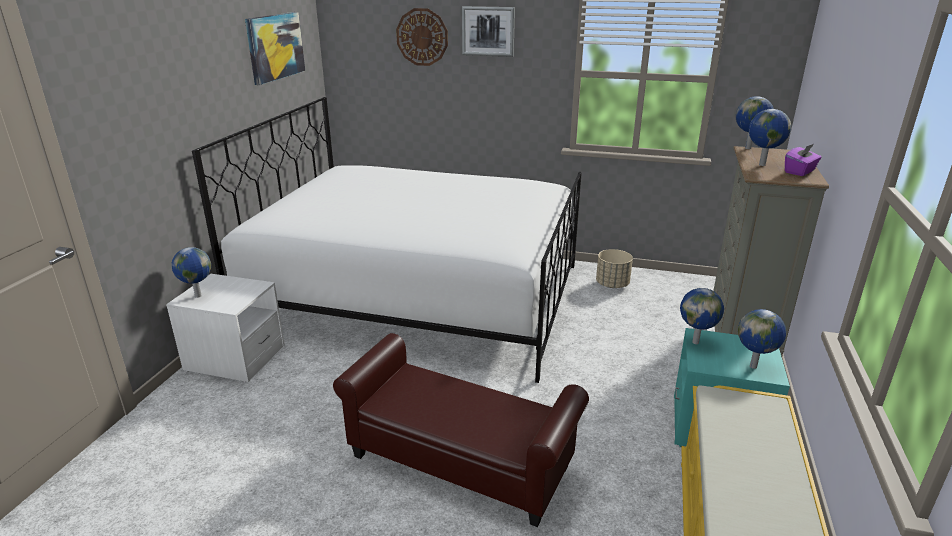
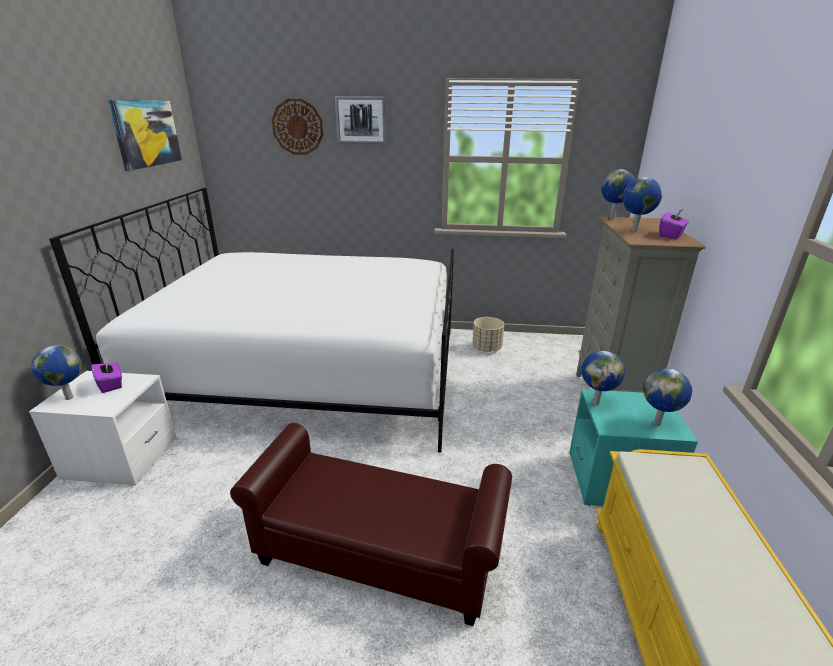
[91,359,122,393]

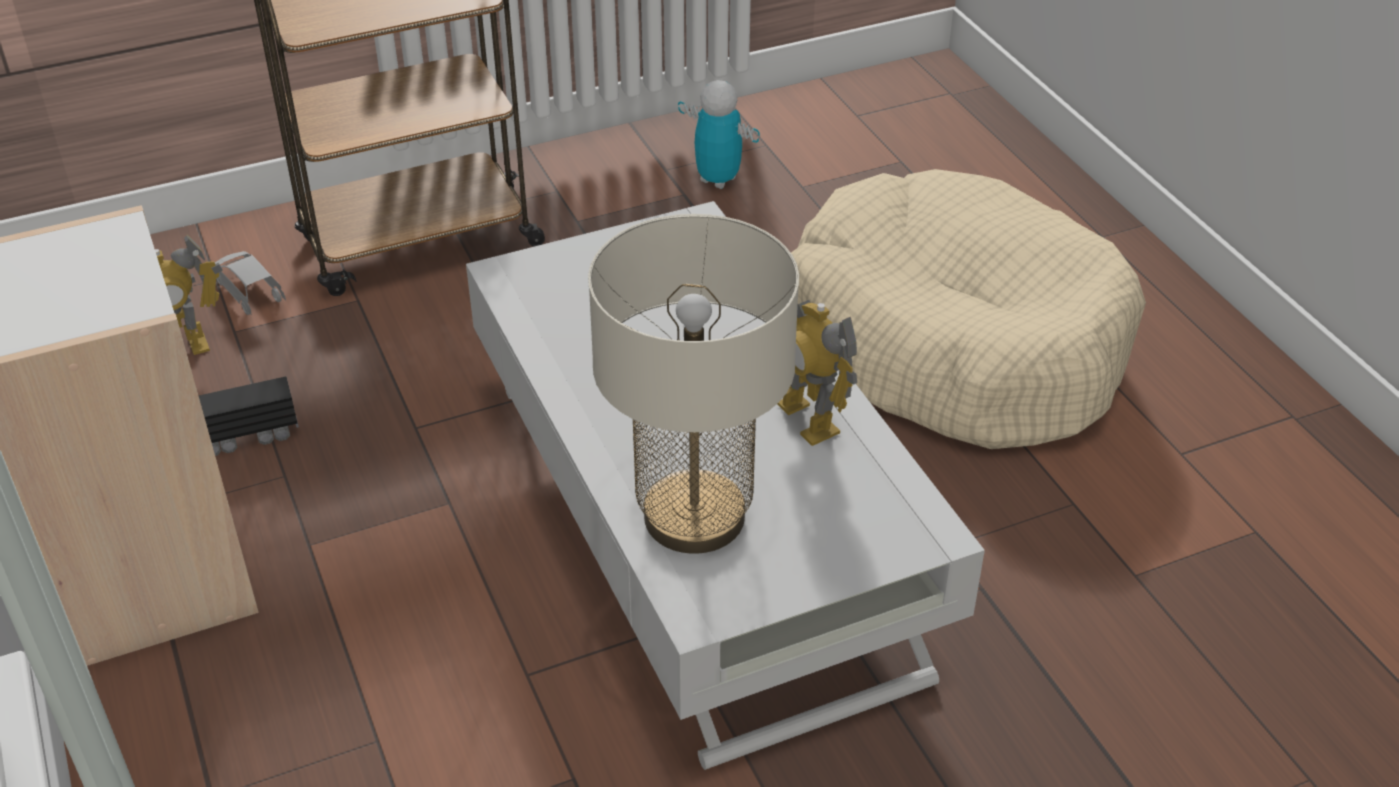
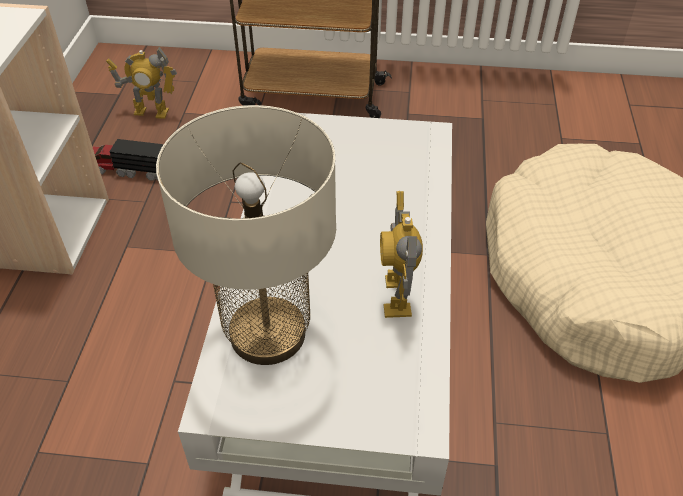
[215,251,286,315] (first image)
[678,80,760,189] (first image)

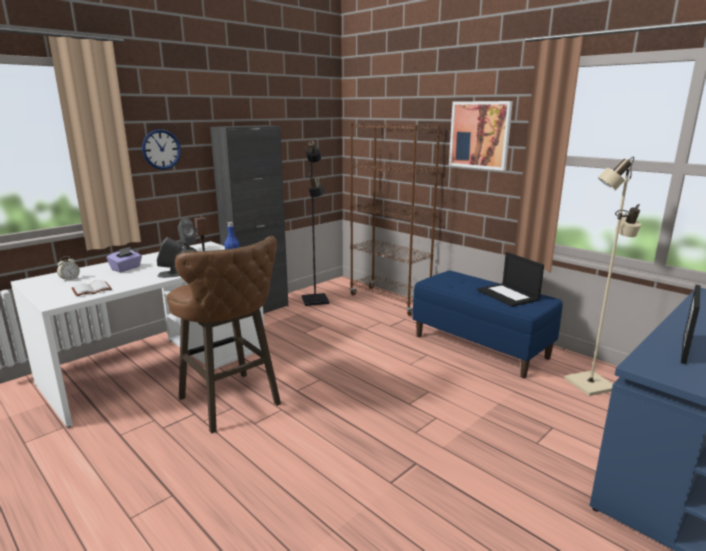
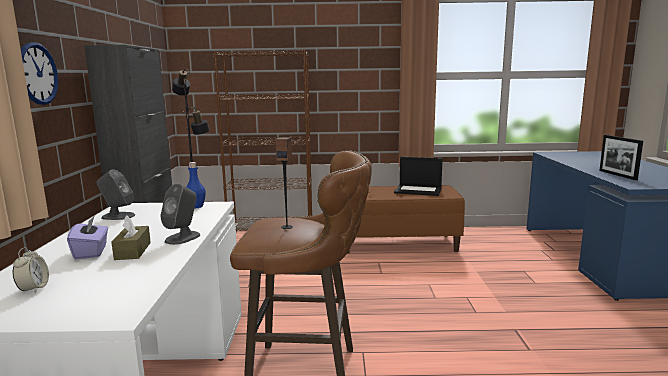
[111,215,151,260]
[347,185,465,254]
[72,280,112,296] (first image)
[449,101,513,171] (first image)
[565,157,641,396] (first image)

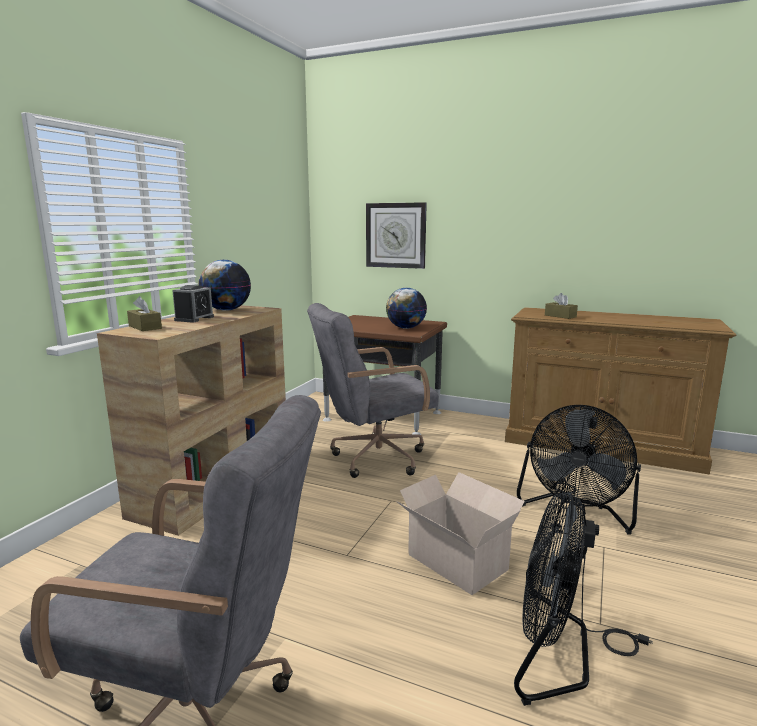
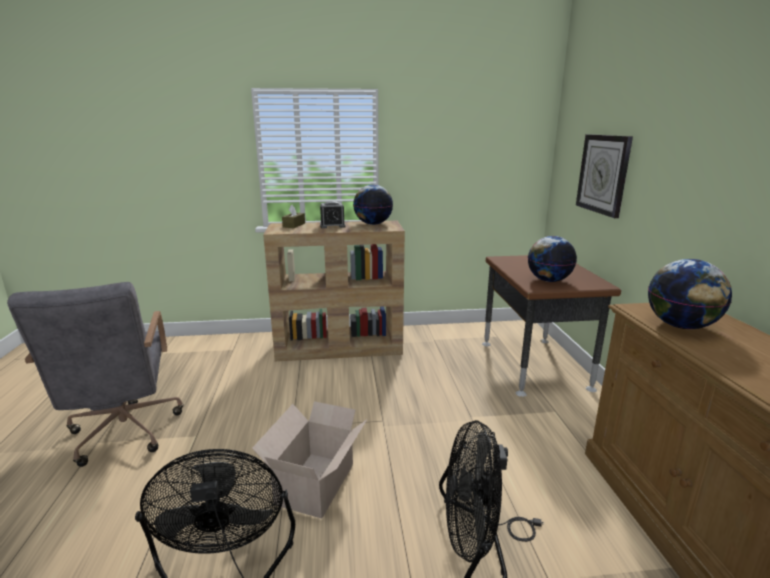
[648,259,732,329]
[307,303,439,478] (first image)

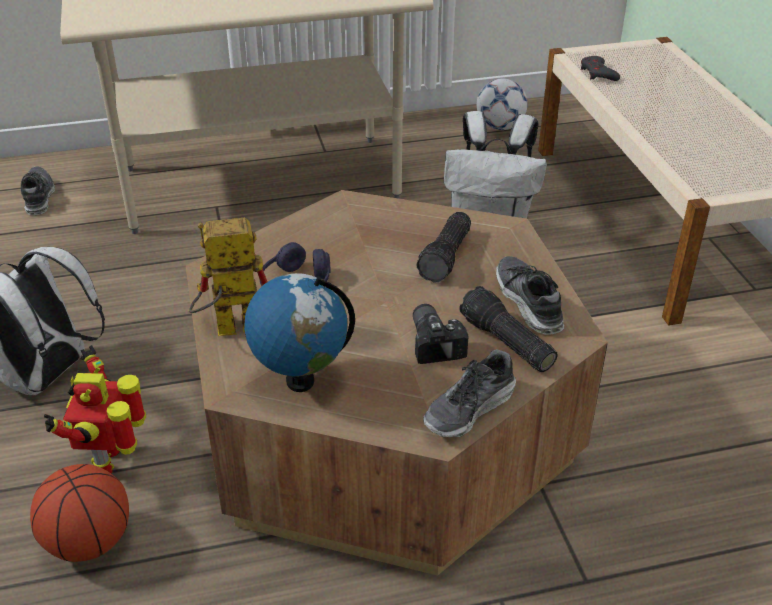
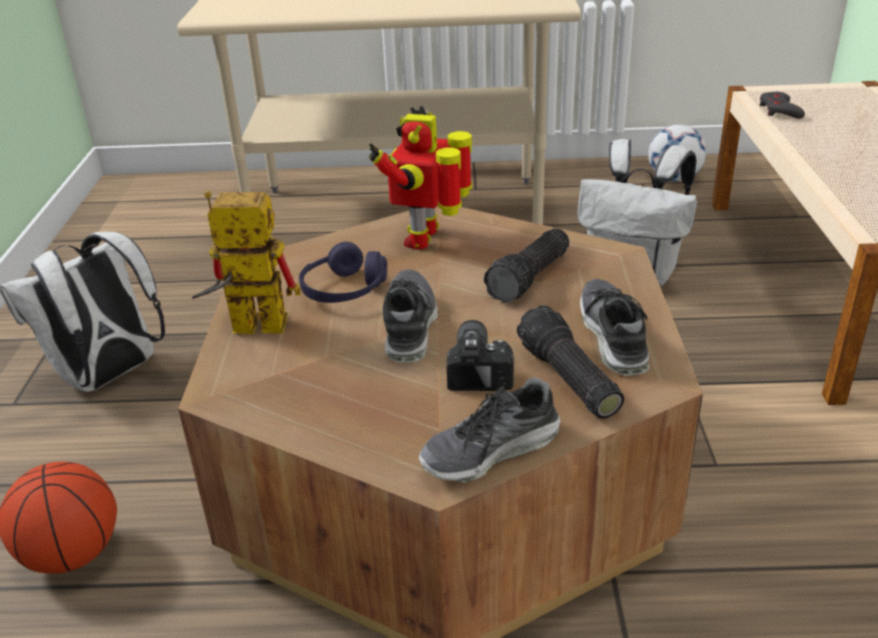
[369,106,472,250]
[383,269,438,363]
[244,273,355,392] (first image)

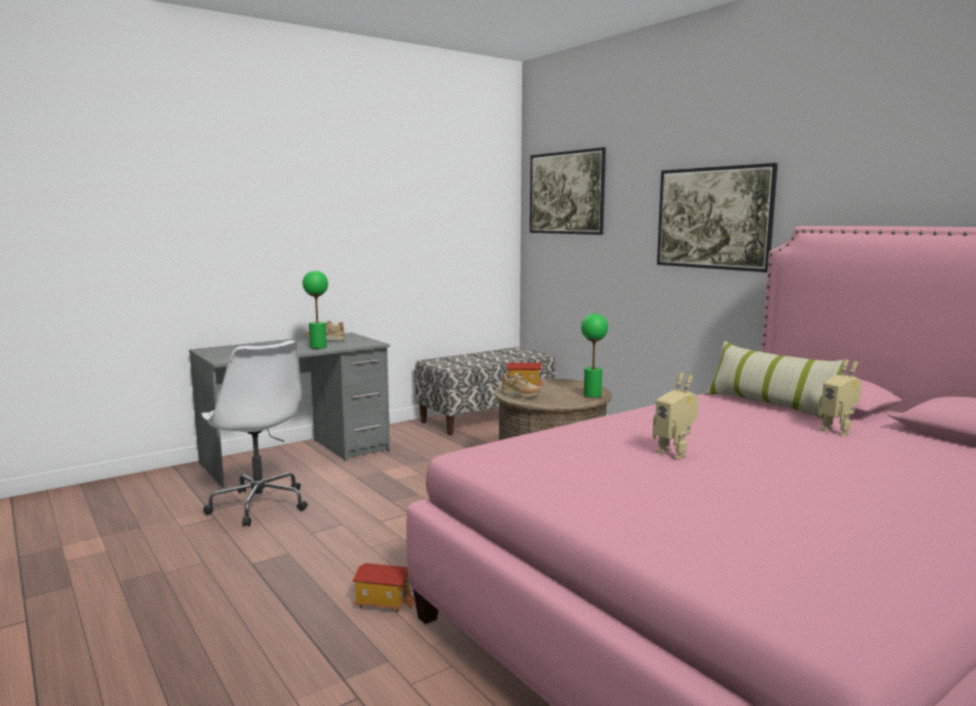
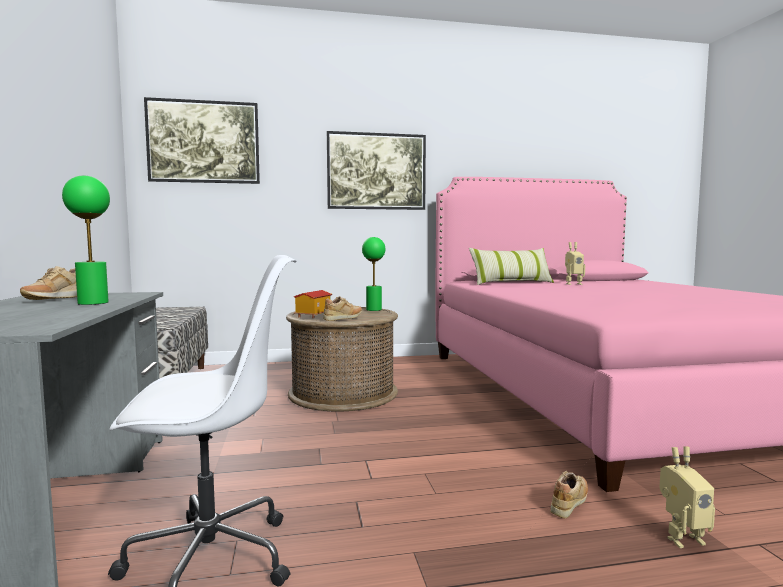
[550,471,588,518]
[659,446,715,548]

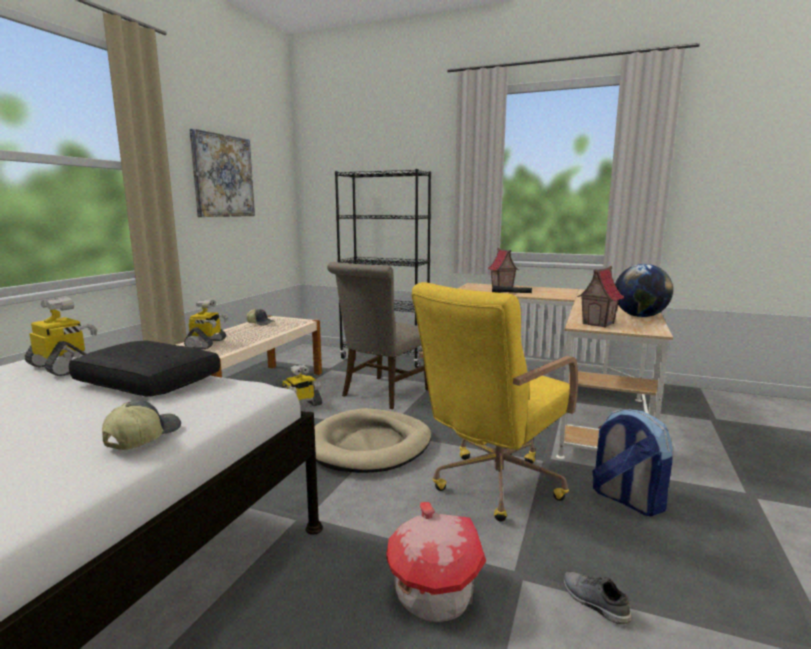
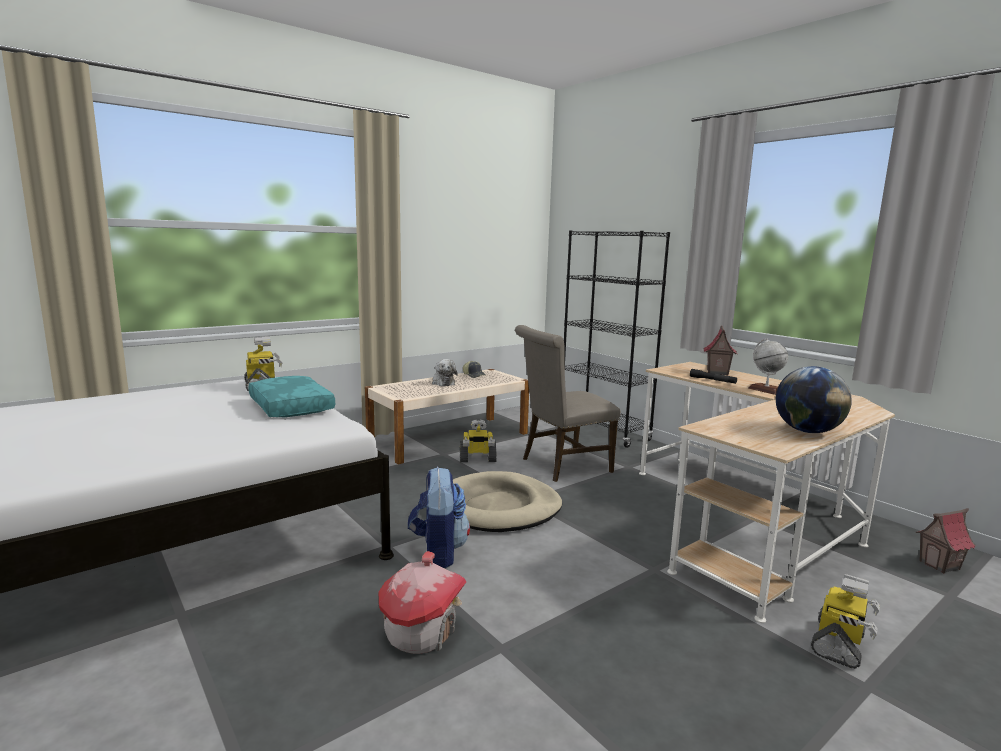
[248,376,335,417]
[408,467,470,568]
[432,359,458,386]
[748,339,788,395]
[811,574,880,669]
[916,508,977,573]
[102,400,181,450] (first image)
[189,129,255,217] (first image)
[412,282,578,522] (first image)
[563,572,632,624] (first image)

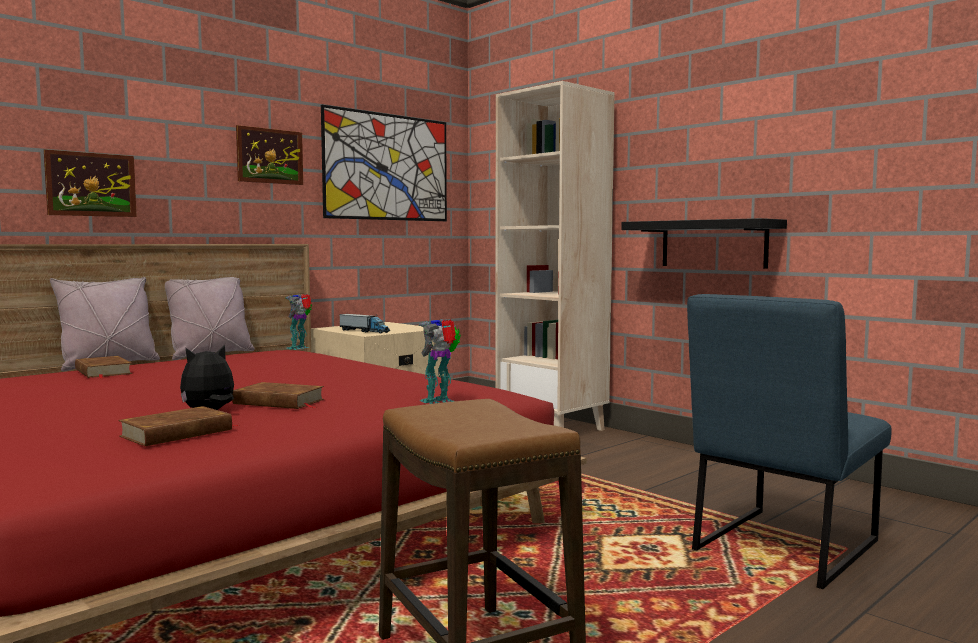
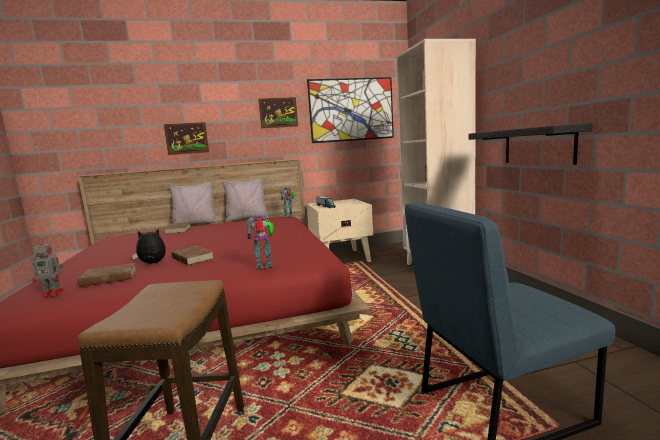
[32,239,64,297]

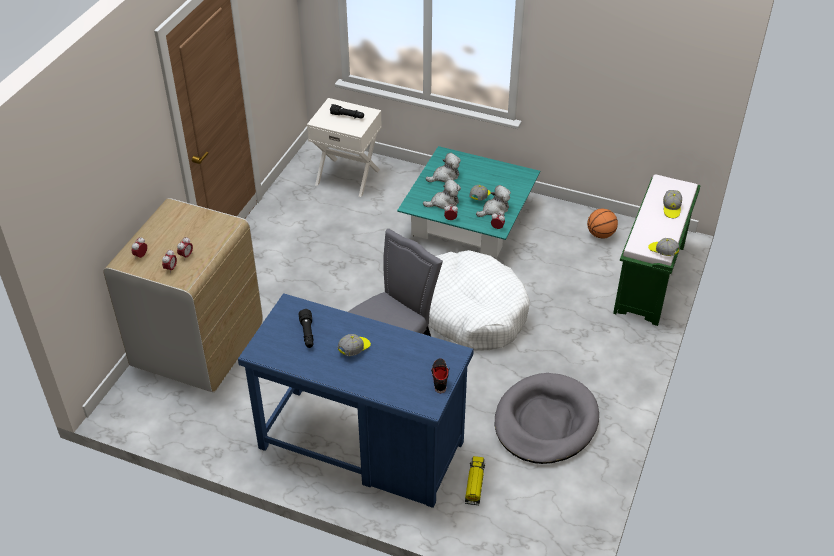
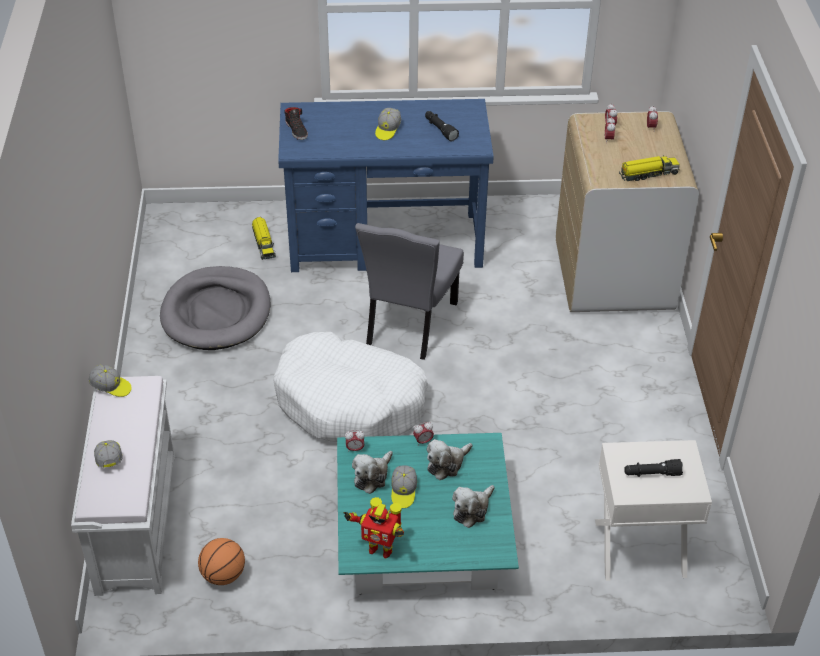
[71,376,175,596]
[343,497,404,558]
[619,155,680,181]

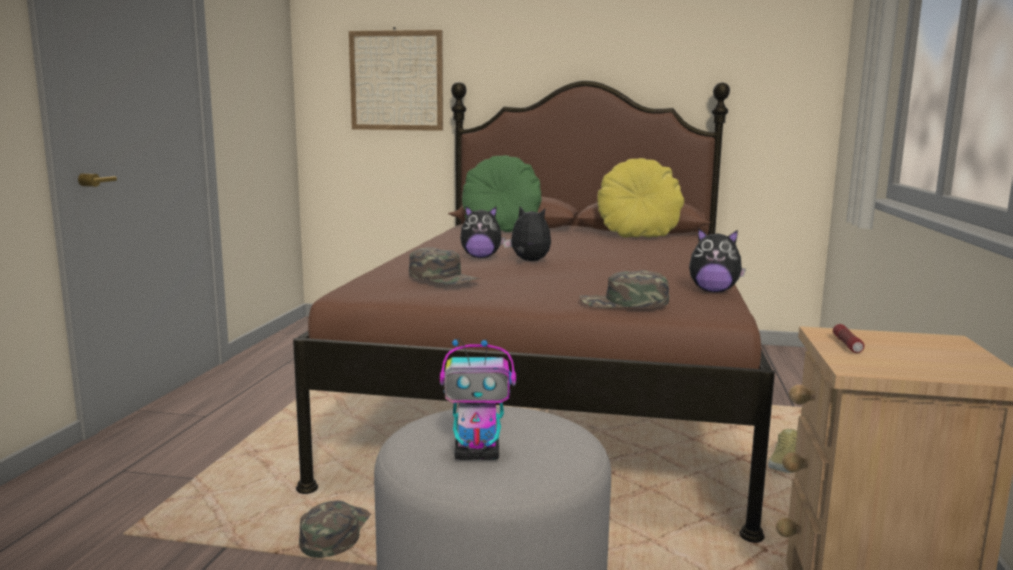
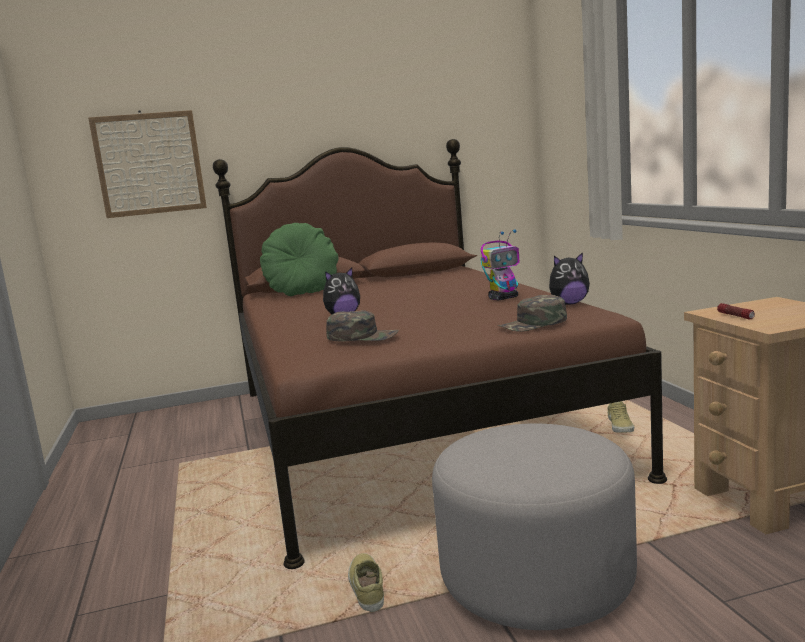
[348,553,384,612]
[481,229,519,301]
[504,206,551,261] (first image)
[597,158,684,238] (first image)

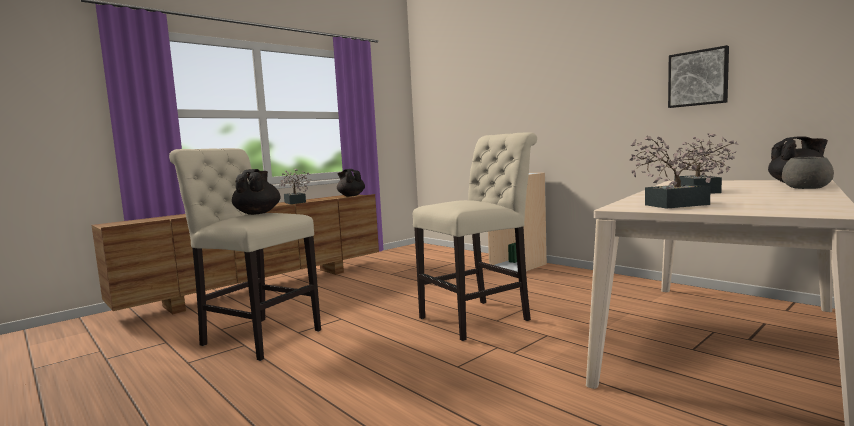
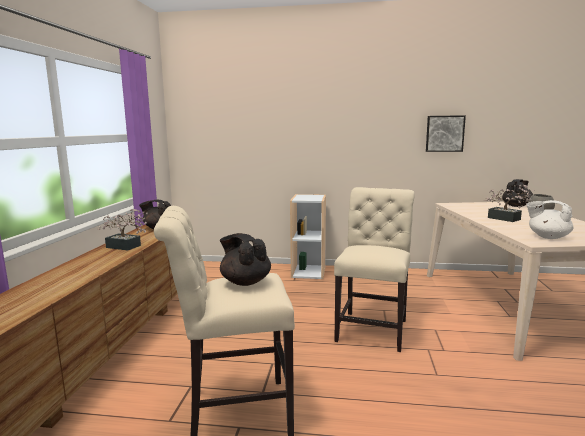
[334,187,415,352]
[526,200,573,239]

